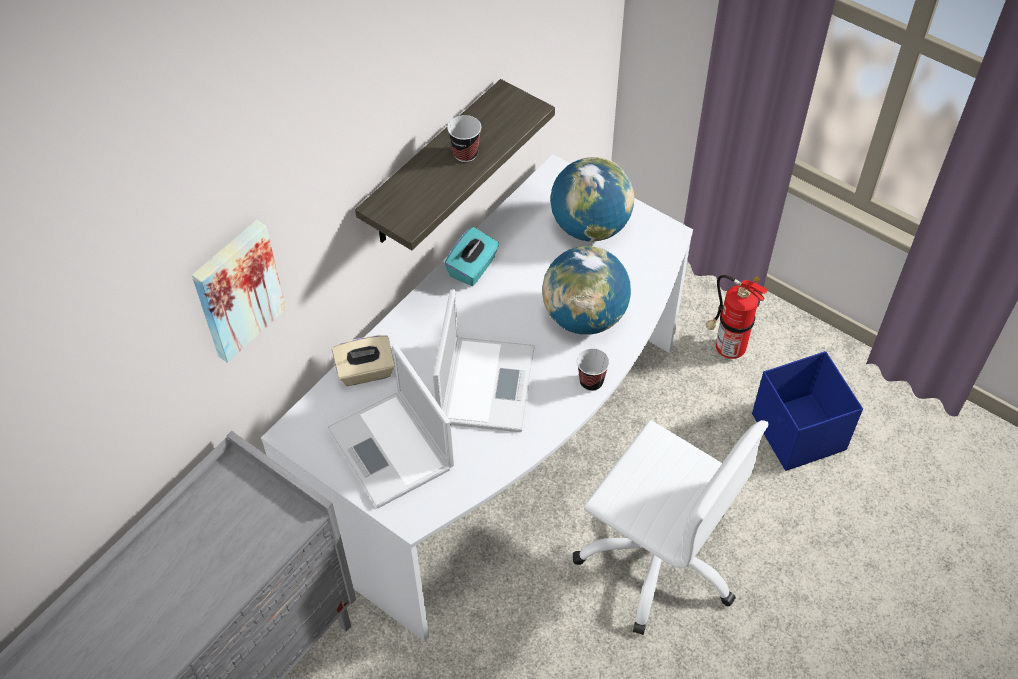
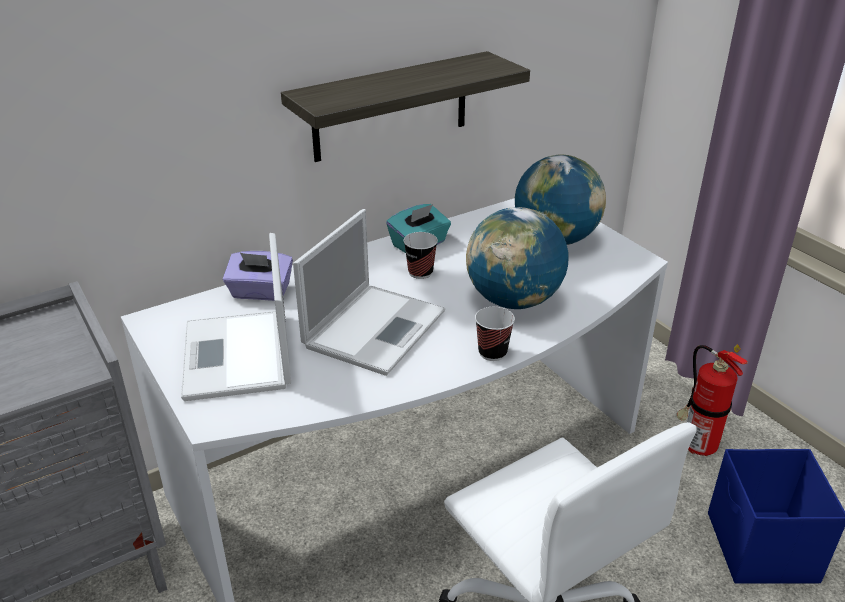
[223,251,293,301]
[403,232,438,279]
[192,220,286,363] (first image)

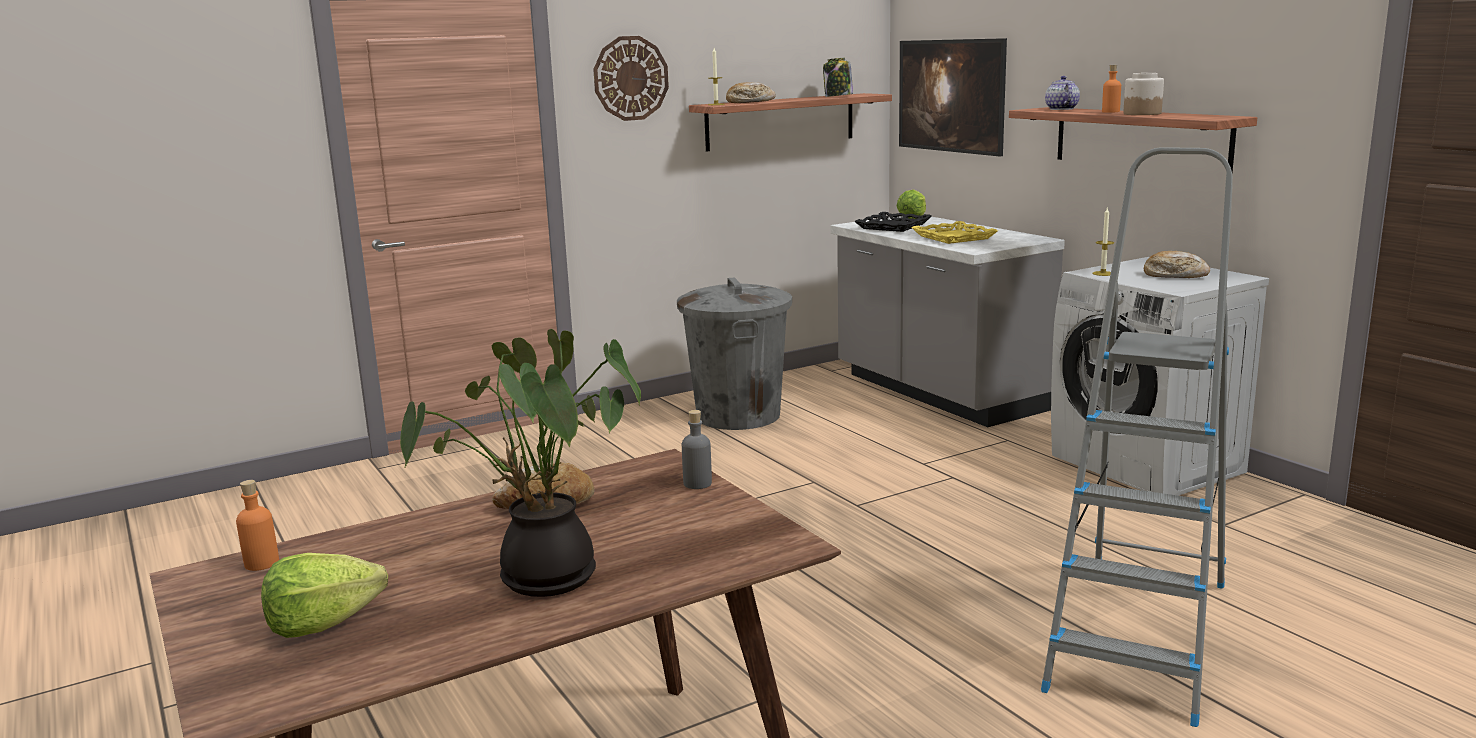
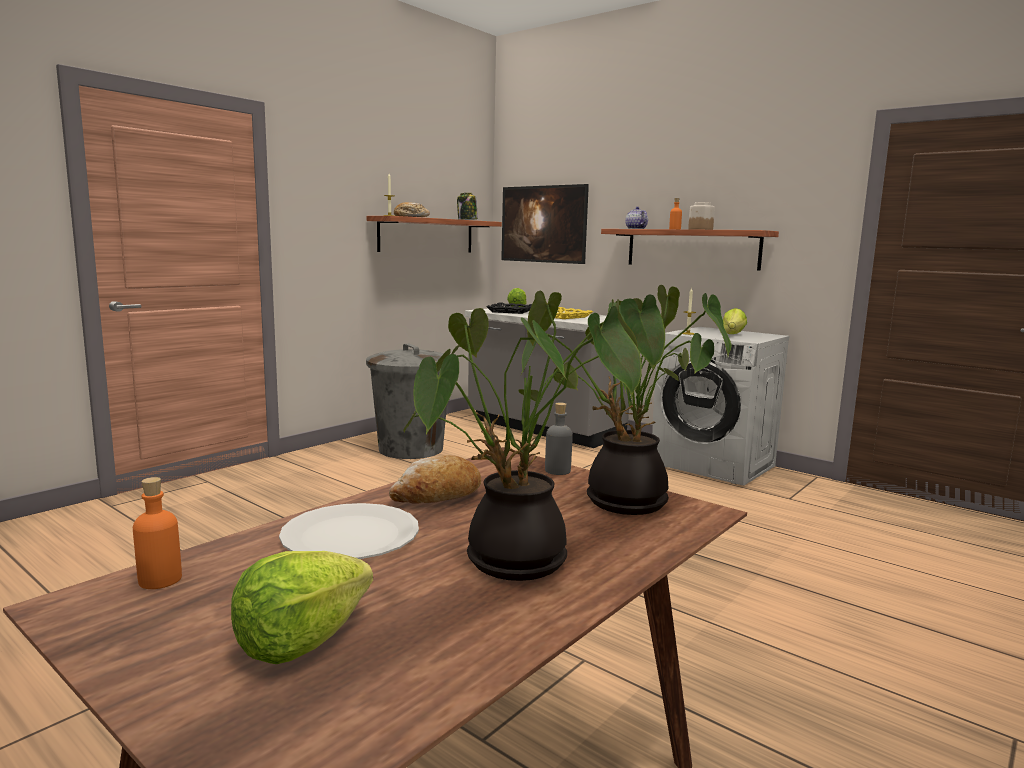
[279,503,419,559]
[521,285,732,515]
[723,308,747,334]
[593,36,669,121] (first image)
[1041,147,1233,727] (first image)

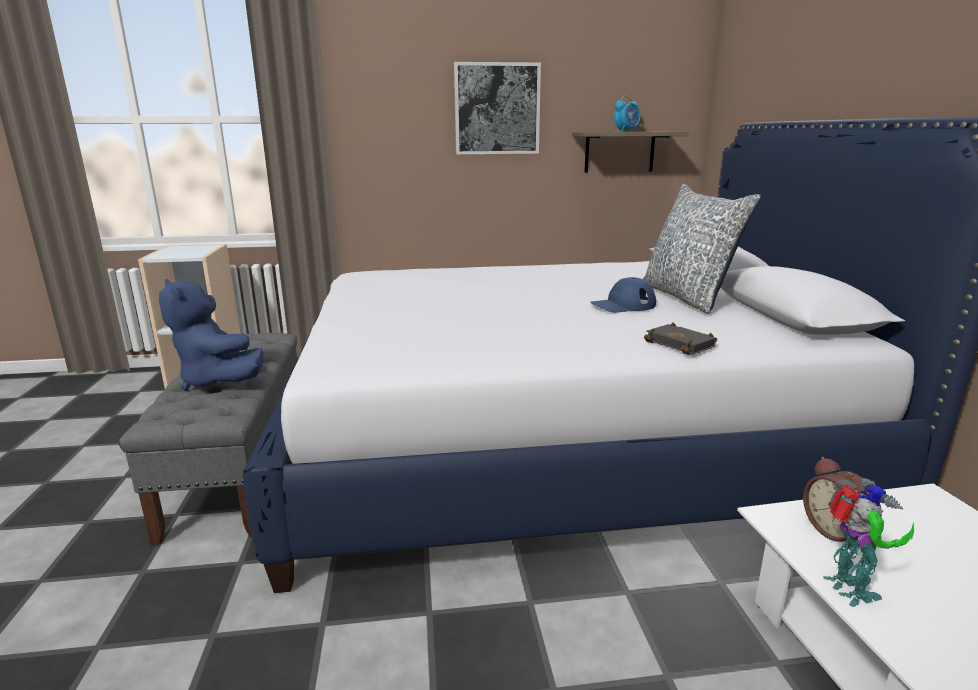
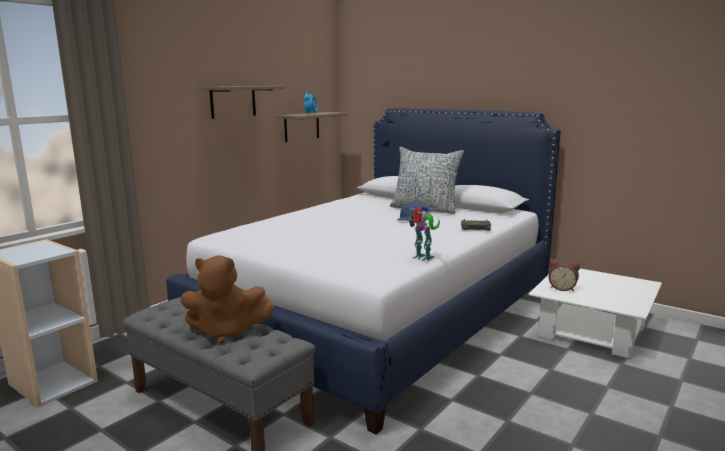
[180,255,275,344]
[200,86,285,119]
[408,206,440,261]

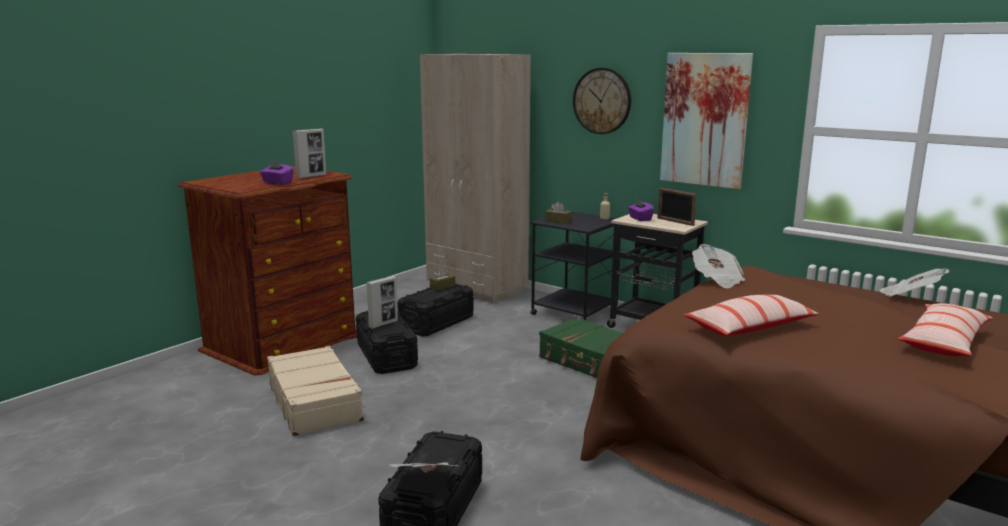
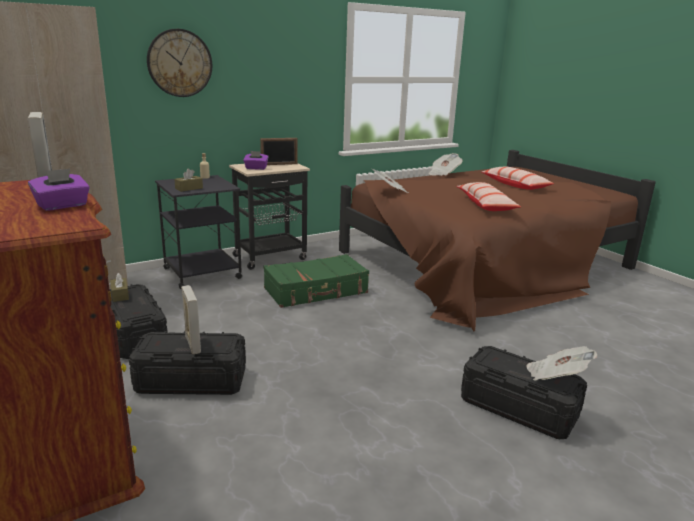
[267,346,364,436] (first image)
[660,53,753,189] (first image)

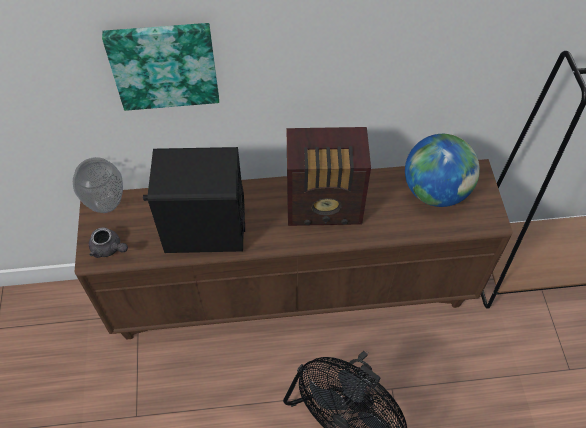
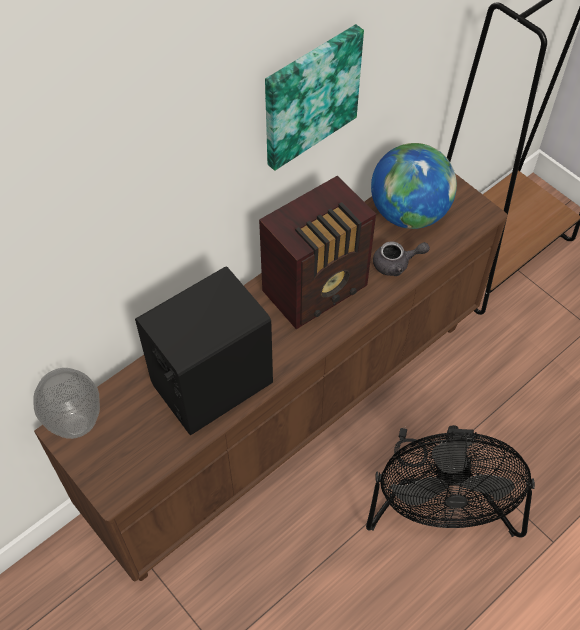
[265,24,364,171]
[373,241,430,276]

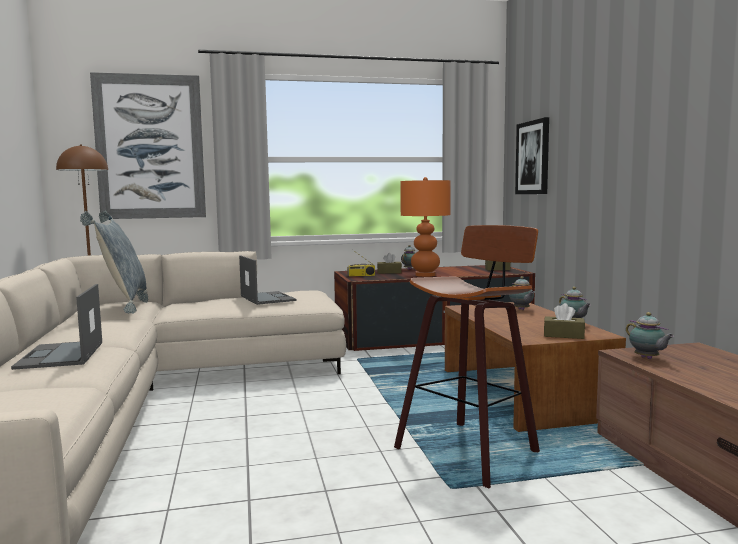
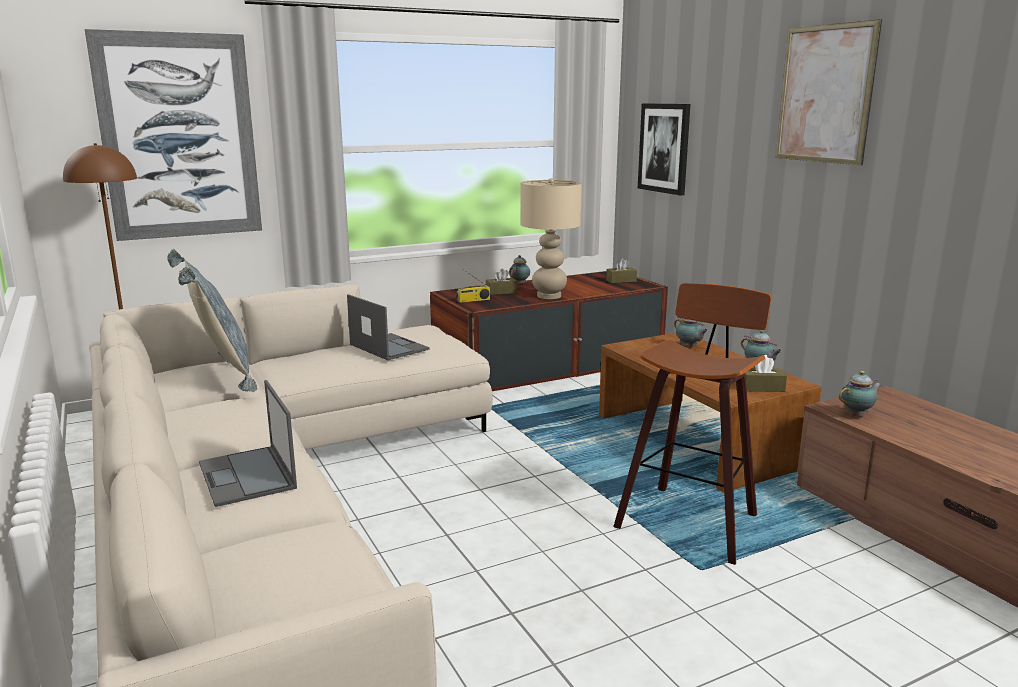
[520,178,582,299]
[776,19,882,165]
[839,371,881,416]

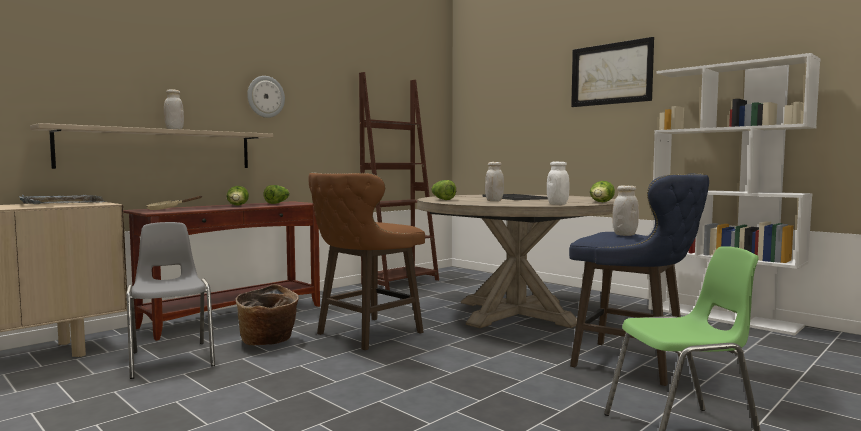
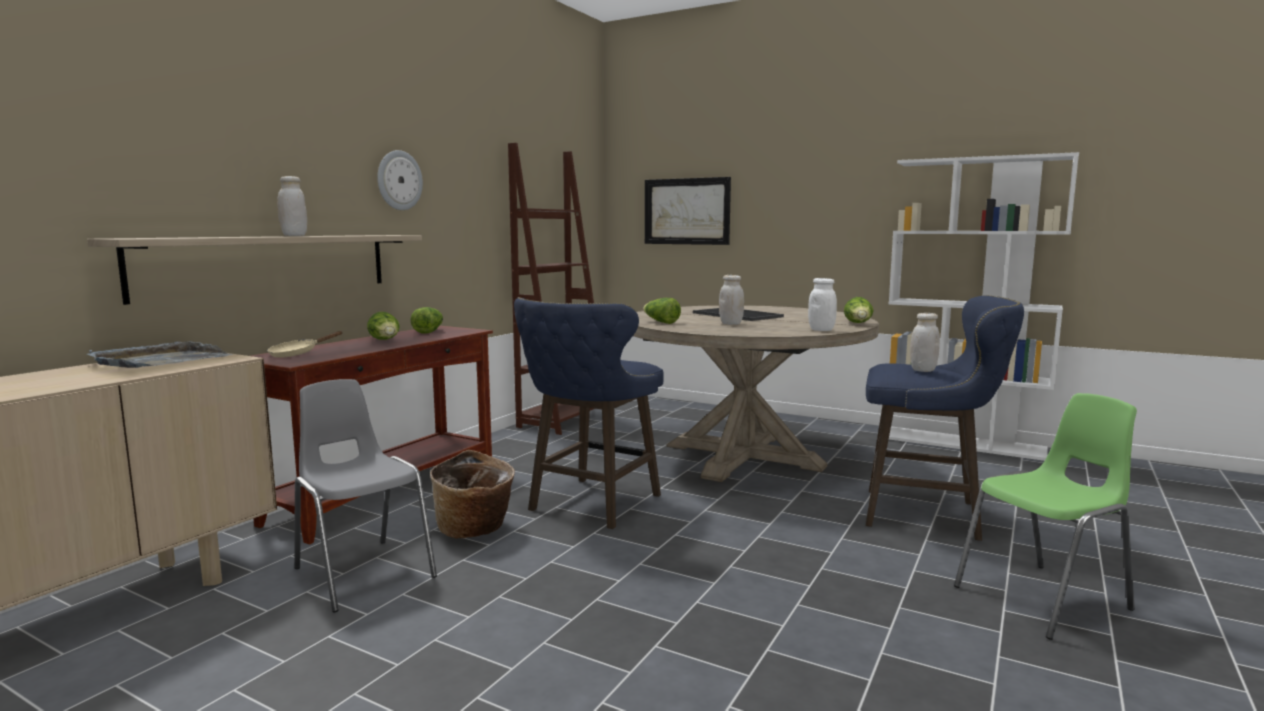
[514,297,664,529]
[645,177,731,245]

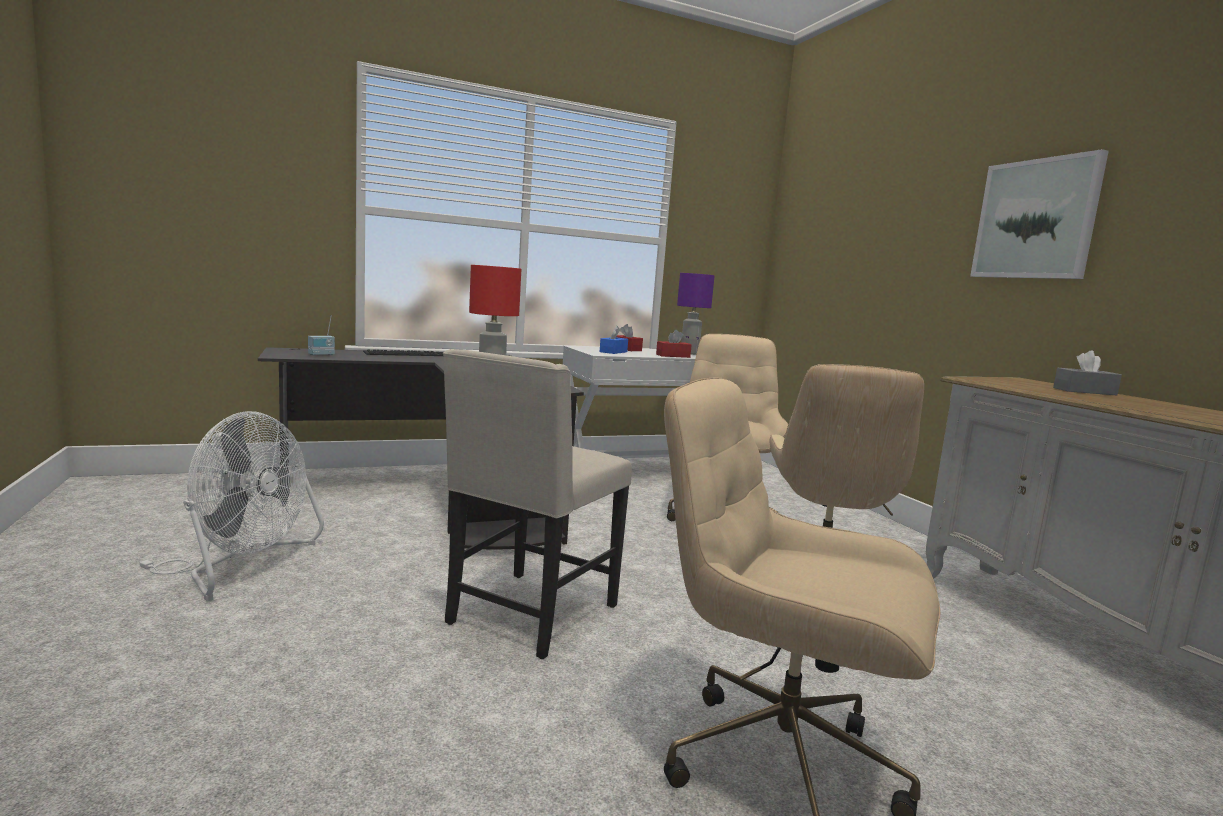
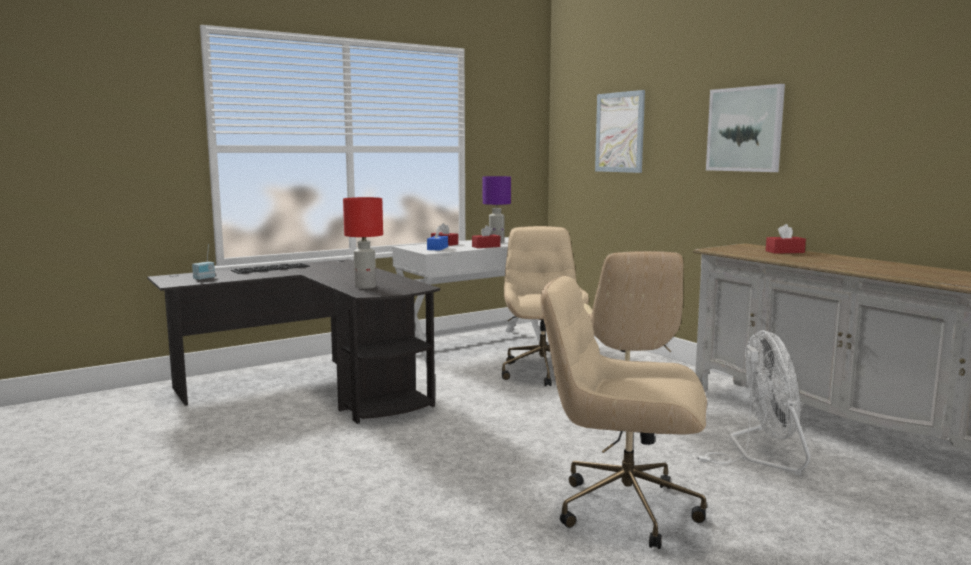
[595,90,645,173]
[697,330,810,475]
[766,224,806,254]
[443,349,632,659] (first image)

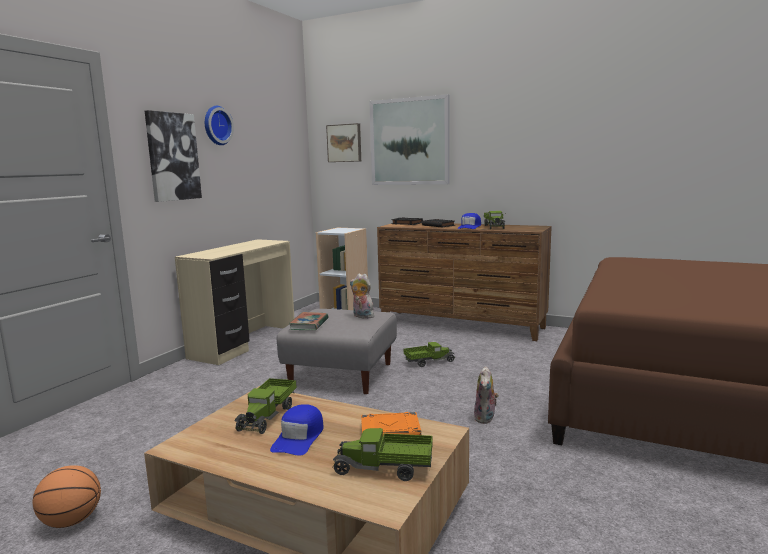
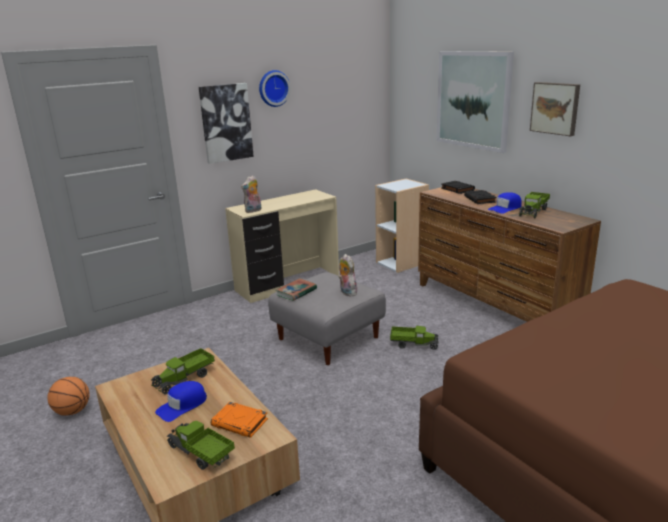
[241,175,261,213]
[530,82,580,136]

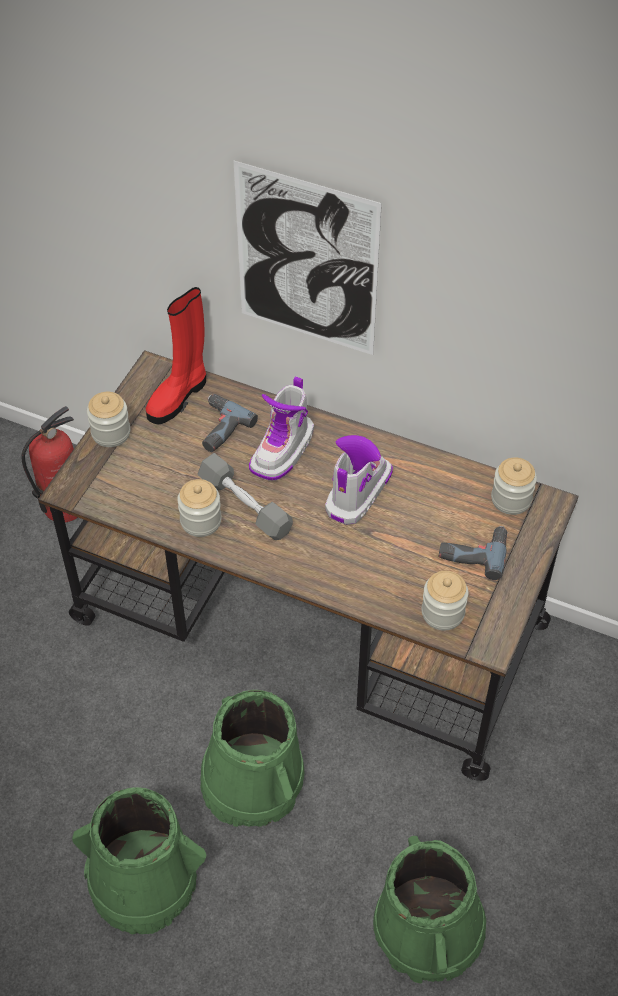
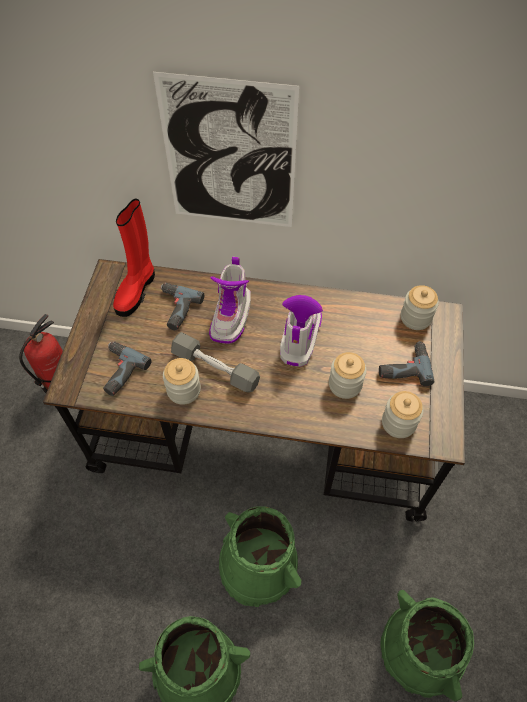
[103,341,151,396]
[329,352,367,399]

